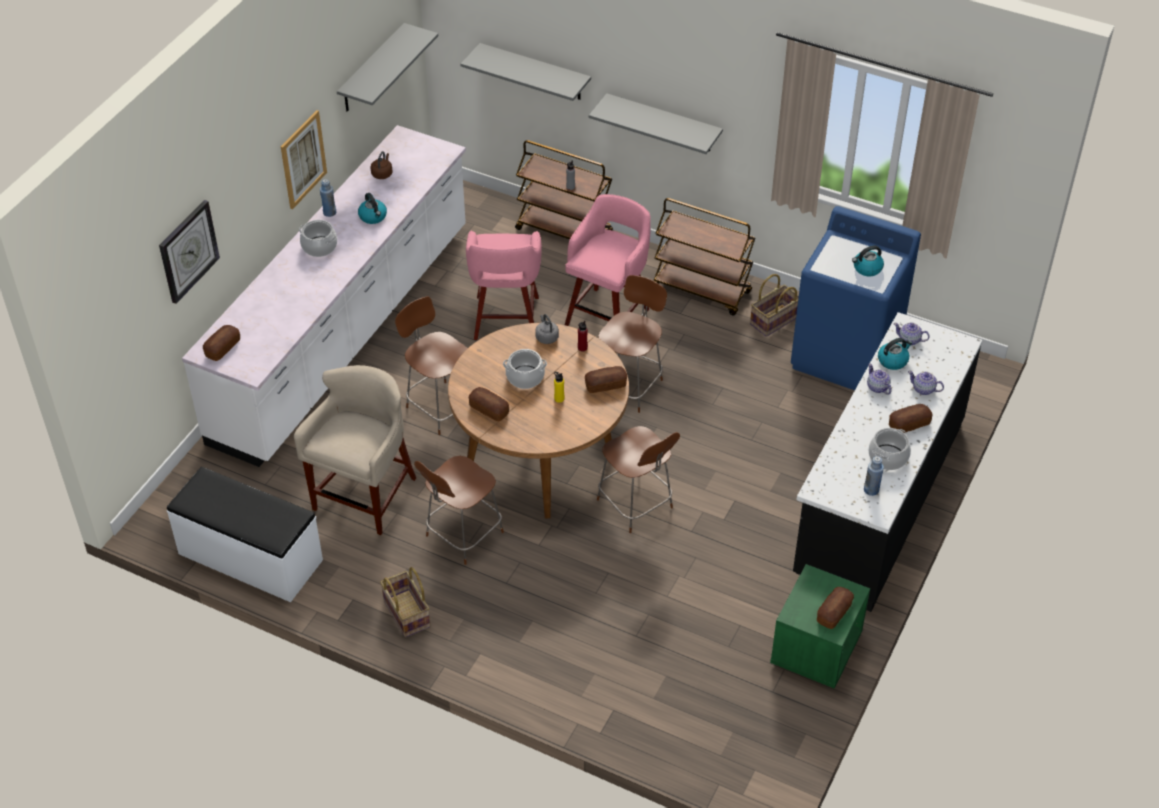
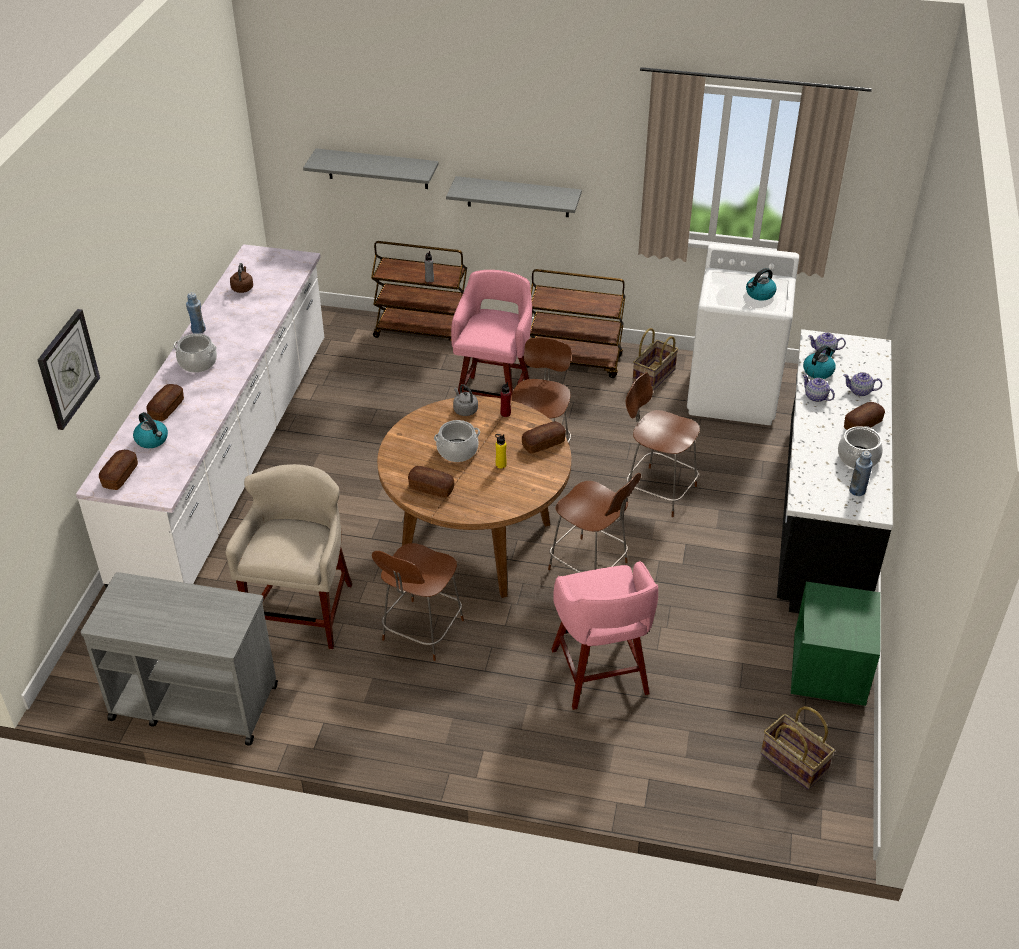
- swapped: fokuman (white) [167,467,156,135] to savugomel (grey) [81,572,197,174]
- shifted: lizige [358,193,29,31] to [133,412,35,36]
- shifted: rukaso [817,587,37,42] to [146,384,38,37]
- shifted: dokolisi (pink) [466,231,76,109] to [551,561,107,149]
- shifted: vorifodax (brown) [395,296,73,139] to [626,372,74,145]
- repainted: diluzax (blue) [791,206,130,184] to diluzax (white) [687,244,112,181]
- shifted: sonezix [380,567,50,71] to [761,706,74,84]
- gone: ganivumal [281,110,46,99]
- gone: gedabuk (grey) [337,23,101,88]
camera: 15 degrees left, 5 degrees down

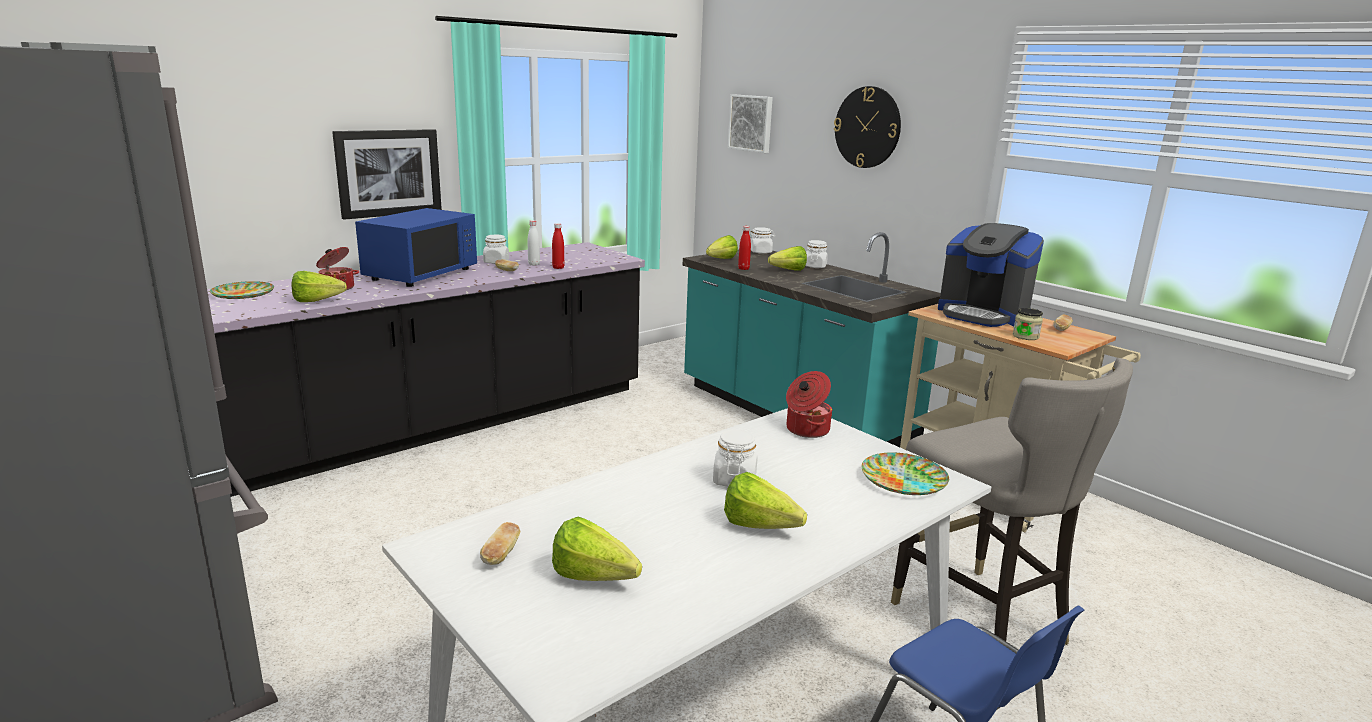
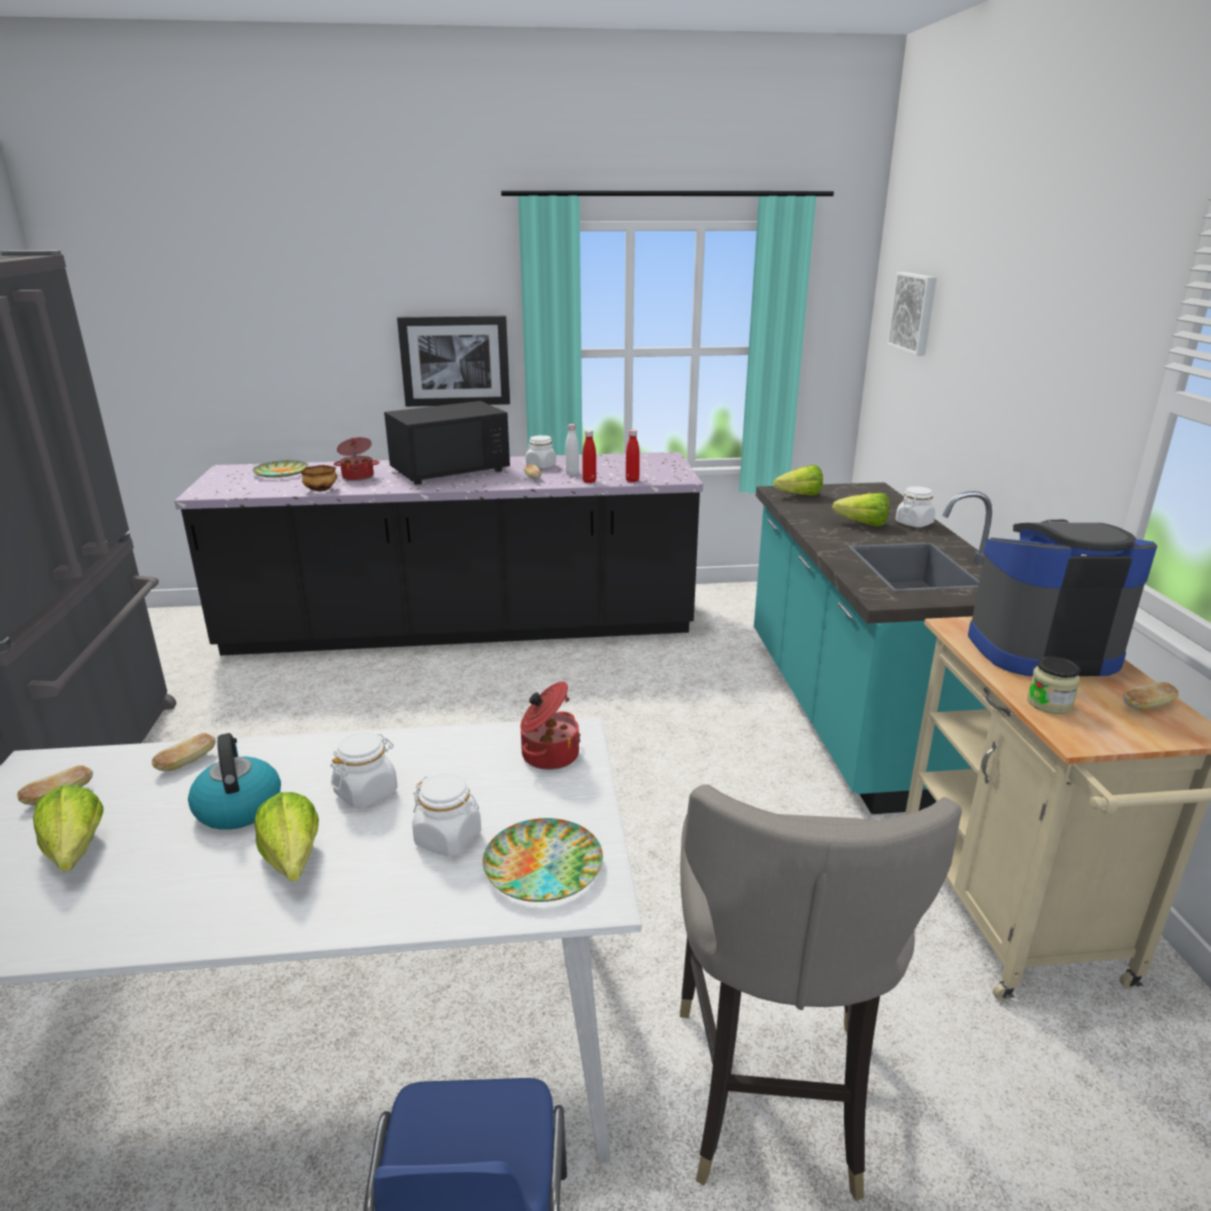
- new: rukaso [152,733,64,38]
- new: lizige [188,733,93,97]
- swapped: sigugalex [291,271,56,31] to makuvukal [301,465,37,27]
- repainted: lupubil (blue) [355,208,122,79] to lupubil (black) [384,401,126,84]
- shifted: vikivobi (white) [750,227,25,27] to [412,773,69,84]
- shifted: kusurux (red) [738,226,13,44] to [626,430,14,52]
- rotated: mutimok [938,223,106,104] = [968,520,189,156] 105 degrees clockwise
- gone: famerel [834,86,67,82]
camera: 35 degrees right, 5 degrees up

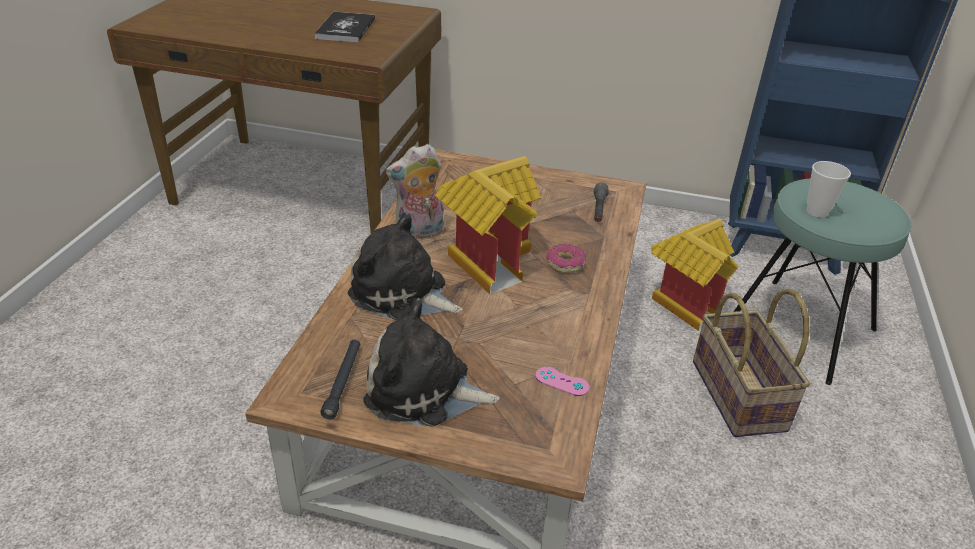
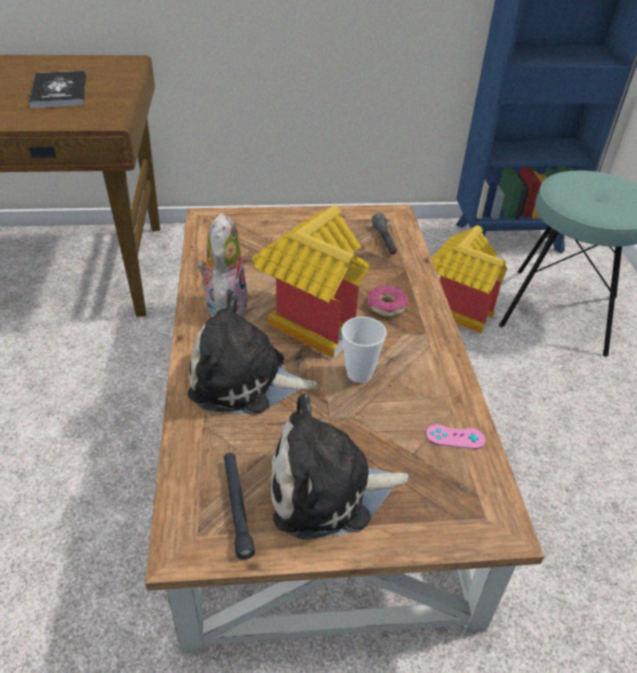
- rotated: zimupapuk [386,144,58,94] = [197,213,51,104] 135 degrees clockwise
- shifted: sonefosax [807,161,44,57] to [341,317,45,66]
- gone: sonezix [693,289,117,148]
camera: 20 degrees left, 5 degrees up

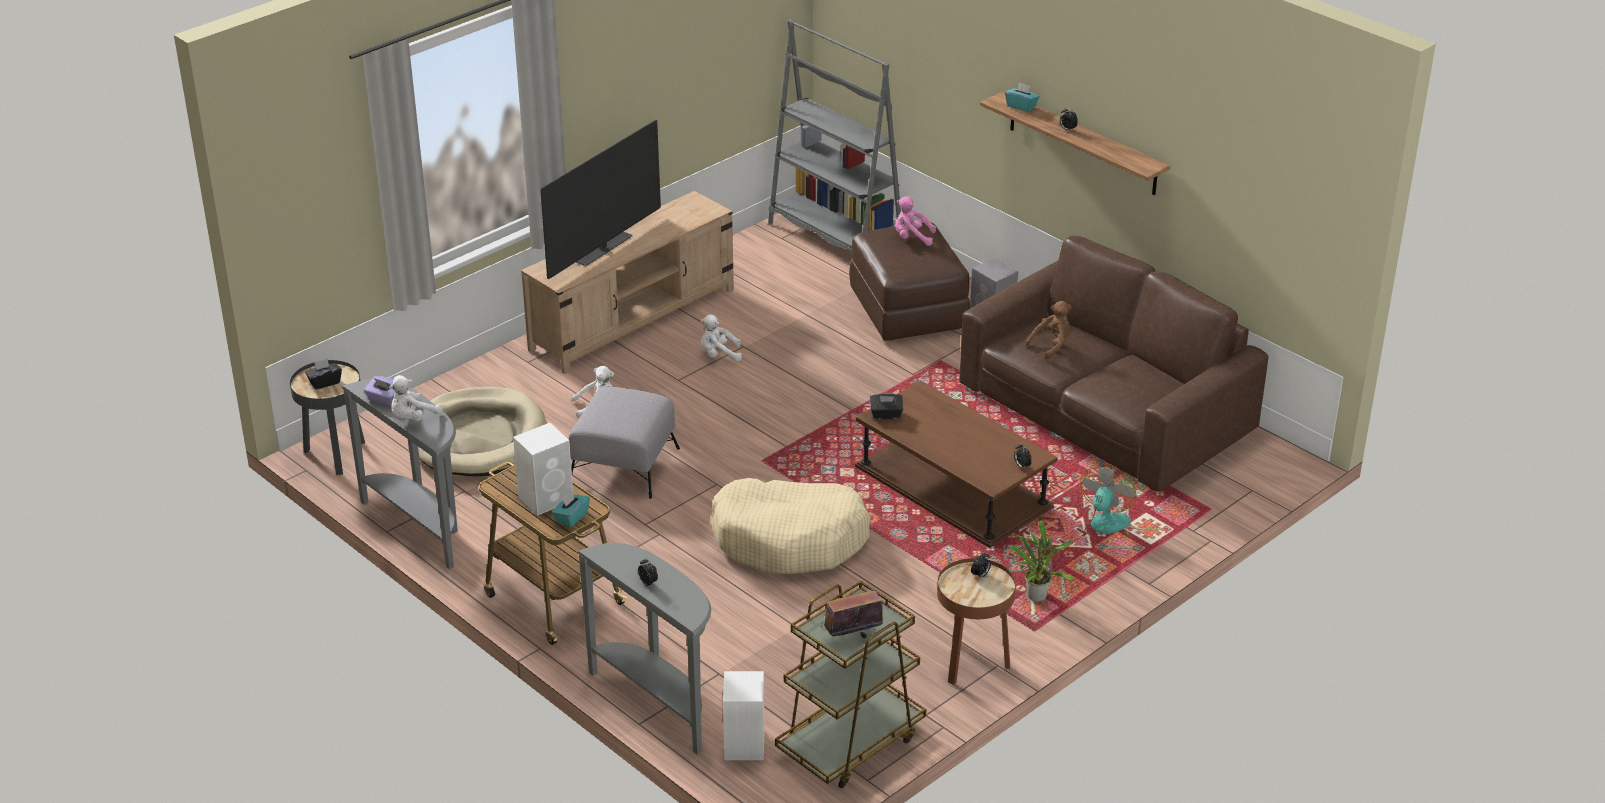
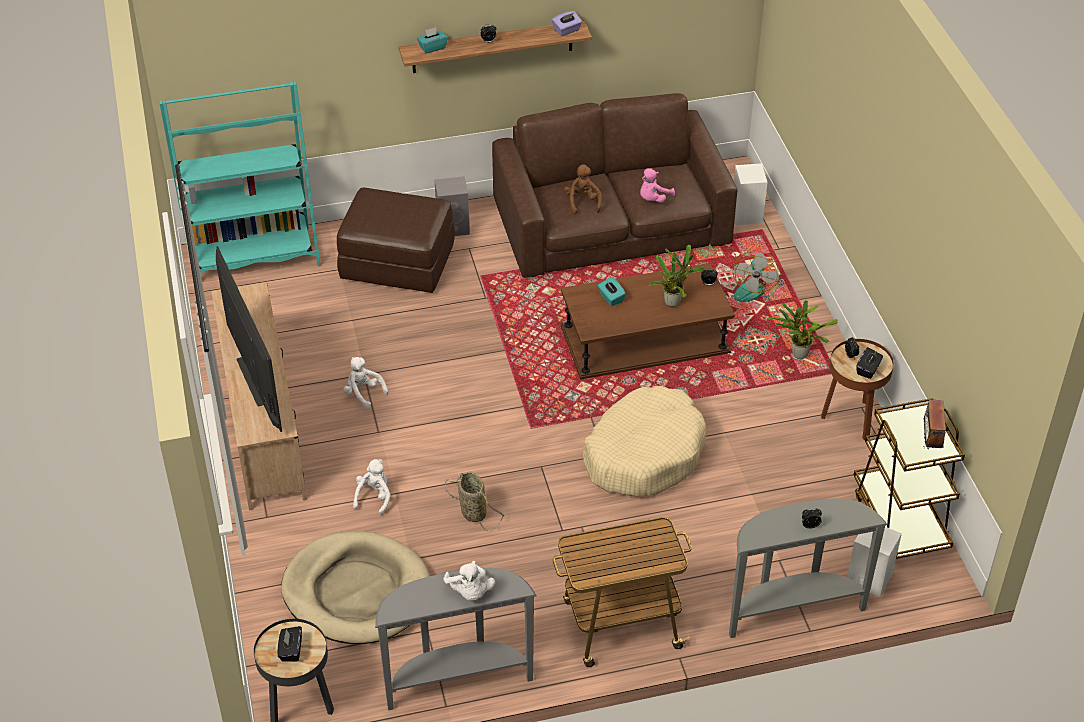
- repainted: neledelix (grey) [768,19,133,233] to neledelix (turquoise) [159,82,162,191]
- rotated: zimupapuk (white) [700,314,42,47] = [343,357,45,52] 105 degrees clockwise
- swapped: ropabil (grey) [569,387,111,112] to sonezix [444,472,61,59]
- shifted: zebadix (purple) [364,376,32,31] to [552,11,30,25]
- shifted: zebadix (turquoise) [552,491,38,37] to [598,277,28,29]
- shifted: zimupapuk (pink) [895,196,41,50] to [640,168,35,35]
- new: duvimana [649,245,56,62]
- rotated: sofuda [1080,465,56,83] = [731,251,50,51] 135 degrees counterclockwise
- shifted: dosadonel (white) [513,423,60,93] to [734,163,34,62]
- shifted: zebadix (black) [870,393,33,26] to [857,347,26,32]
camera: 60 degrees left, 10 degrees up

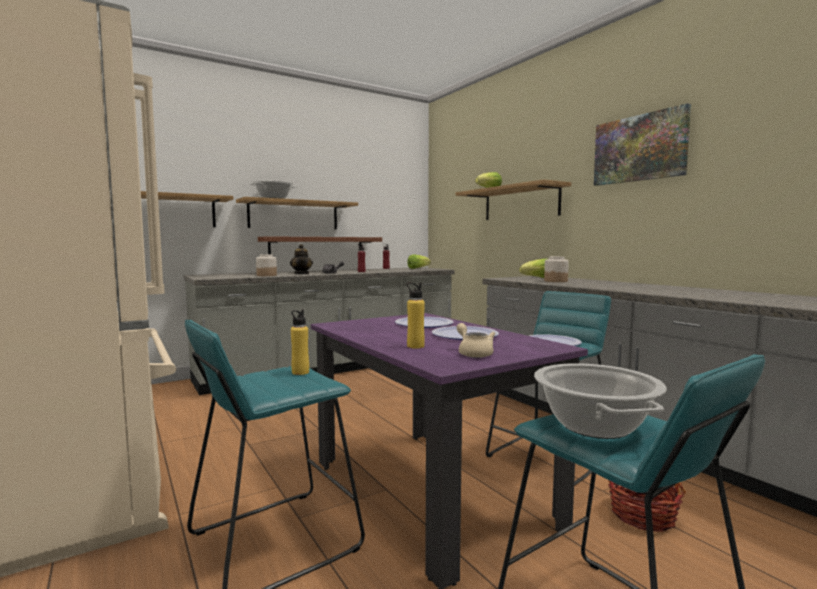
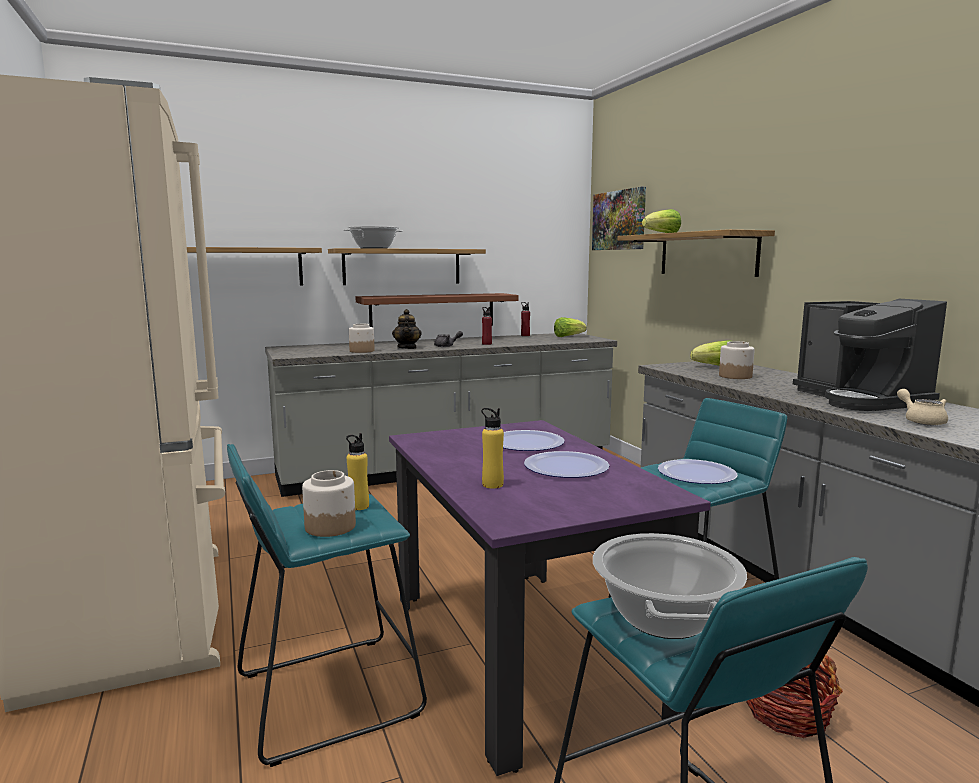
- new: vikivobi [302,470,54,67]
- shifted: ganivumal [594,103,97,83] to [592,187,54,63]
- new: mutimok [793,299,154,112]
- shifted: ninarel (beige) [457,323,38,35] to [897,389,51,36]
camera: 10 degrees right, 5 degrees up

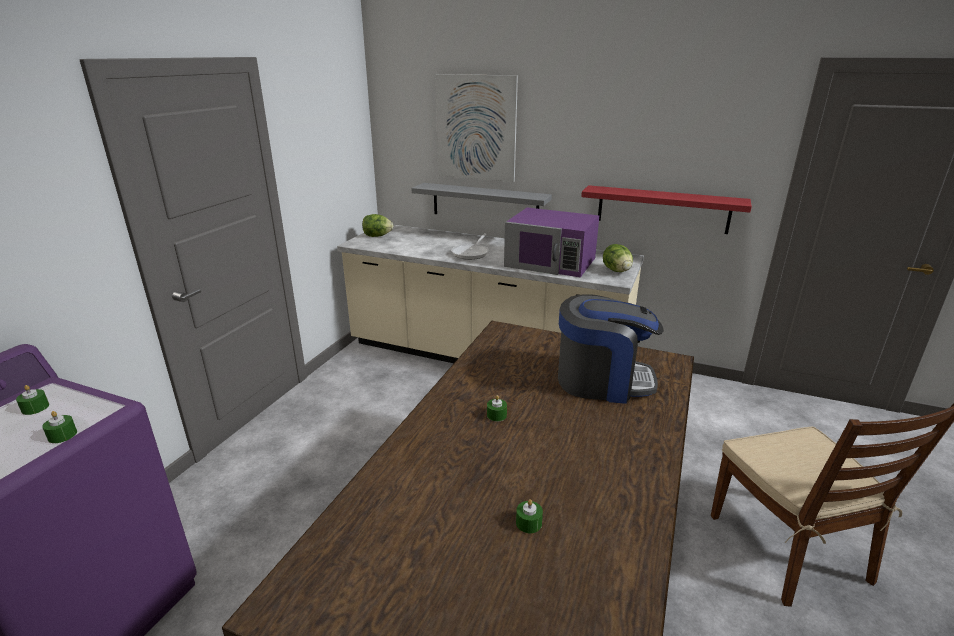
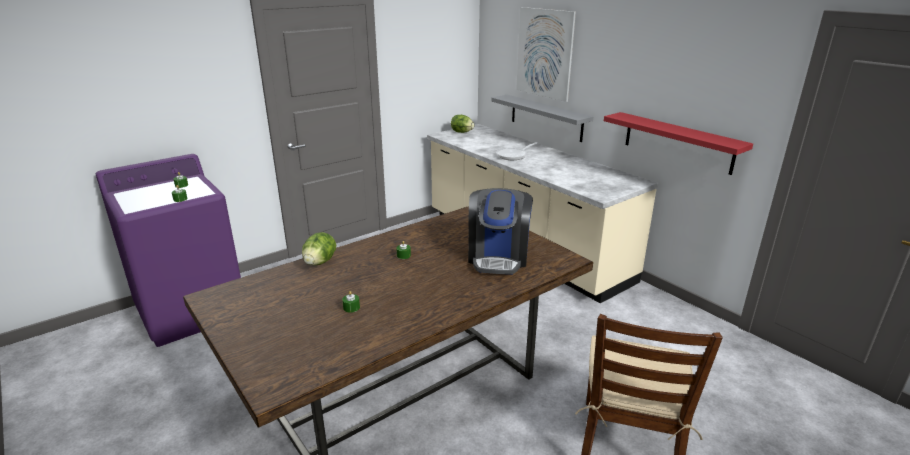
- shifted: sigugalex [603,244,30,28] to [302,232,34,33]
- rotated: mutimok [558,294,106,110] = [468,188,65,87] 60 degrees clockwise
- gone: lupubil (purple) [504,207,95,70]
camera: 30 degrees right, 0 degrees up

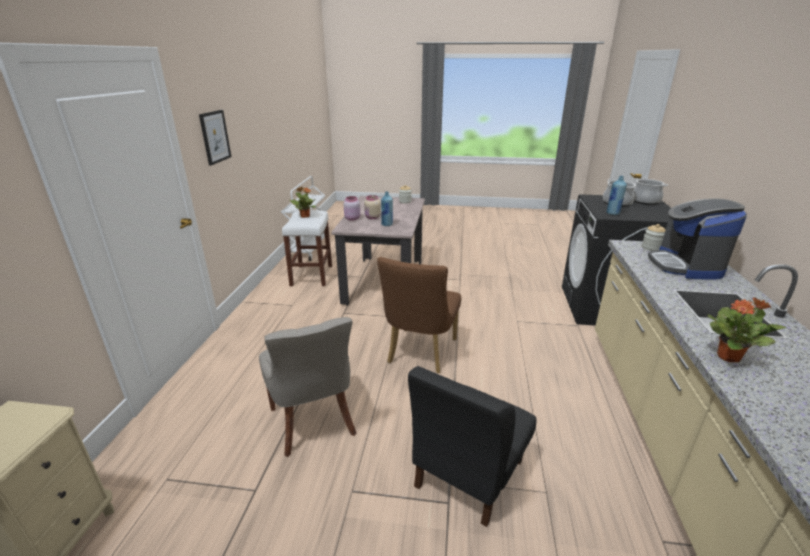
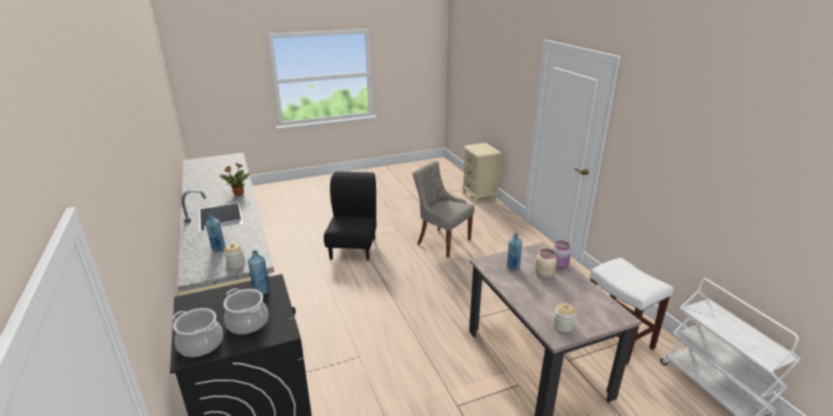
- swapped: mutimok [648,198,99,81] to kusurux (blue) [205,214,21,38]
- gone: ganivumal [199,110,32,55]
- gone: duvimana [289,187,27,31]
- gone: vorifodax (brown) [377,257,84,116]
camera: 150 degrees right, 0 degrees up

